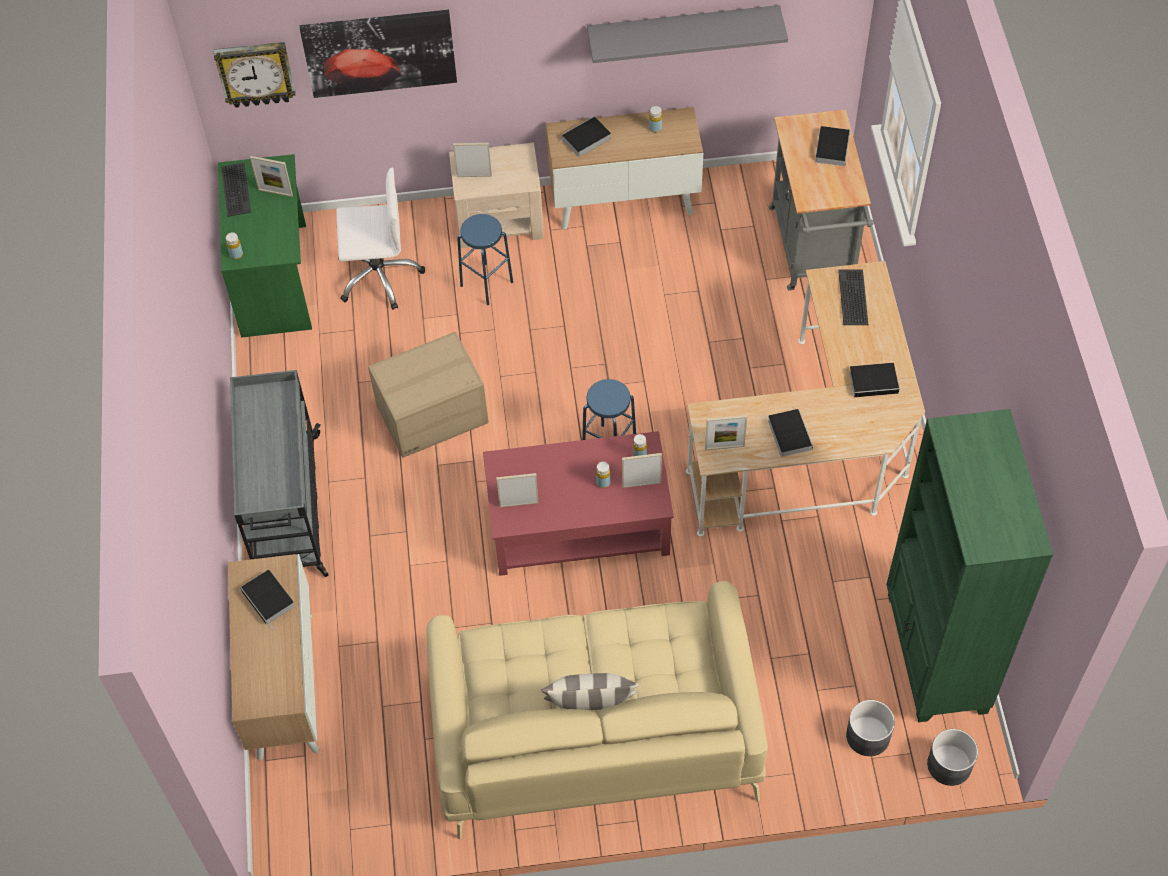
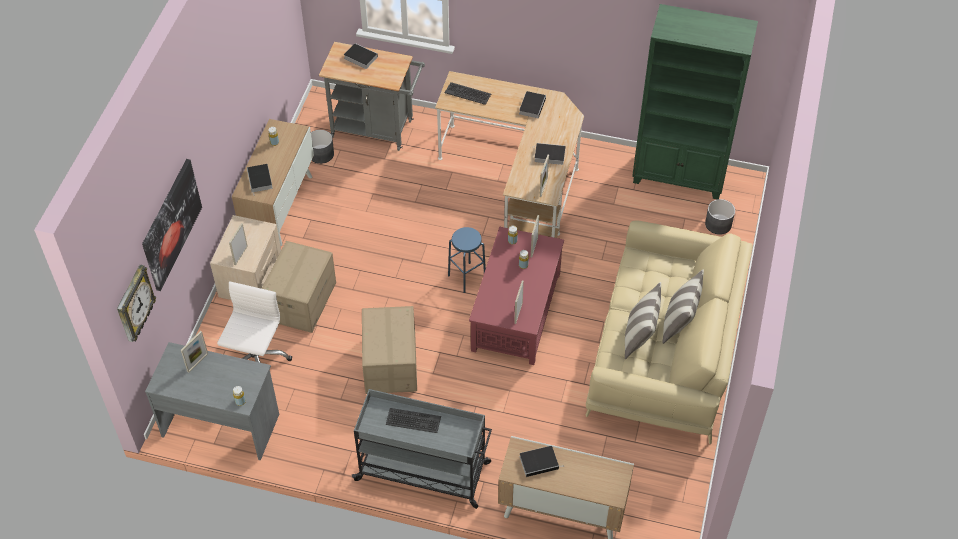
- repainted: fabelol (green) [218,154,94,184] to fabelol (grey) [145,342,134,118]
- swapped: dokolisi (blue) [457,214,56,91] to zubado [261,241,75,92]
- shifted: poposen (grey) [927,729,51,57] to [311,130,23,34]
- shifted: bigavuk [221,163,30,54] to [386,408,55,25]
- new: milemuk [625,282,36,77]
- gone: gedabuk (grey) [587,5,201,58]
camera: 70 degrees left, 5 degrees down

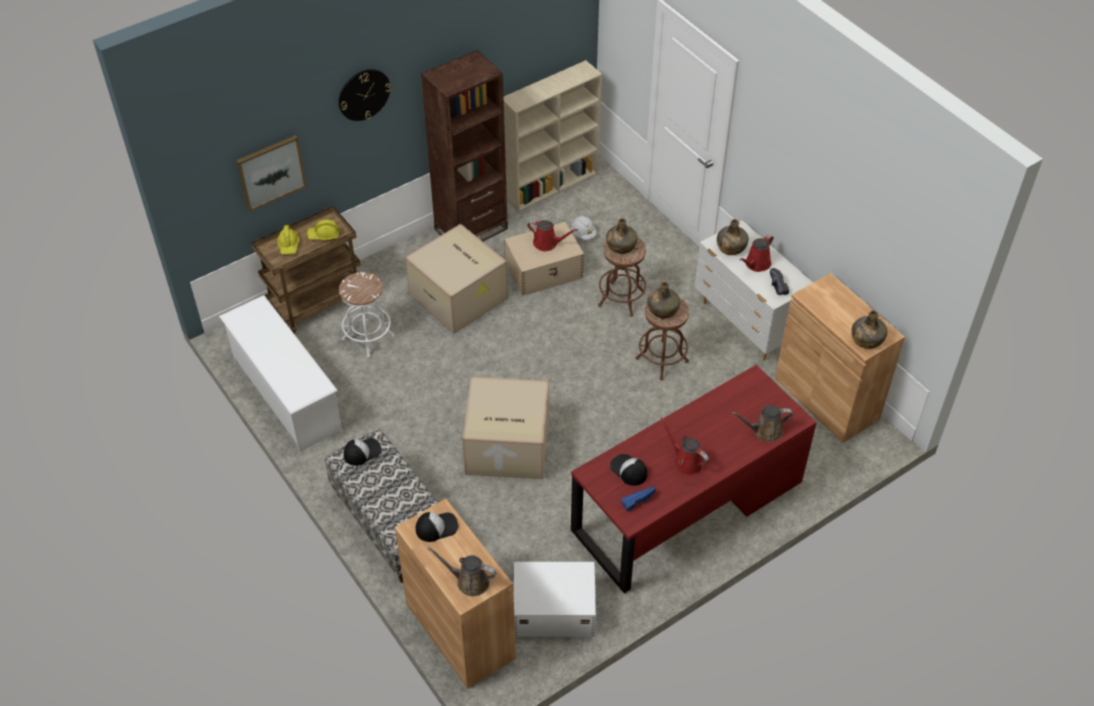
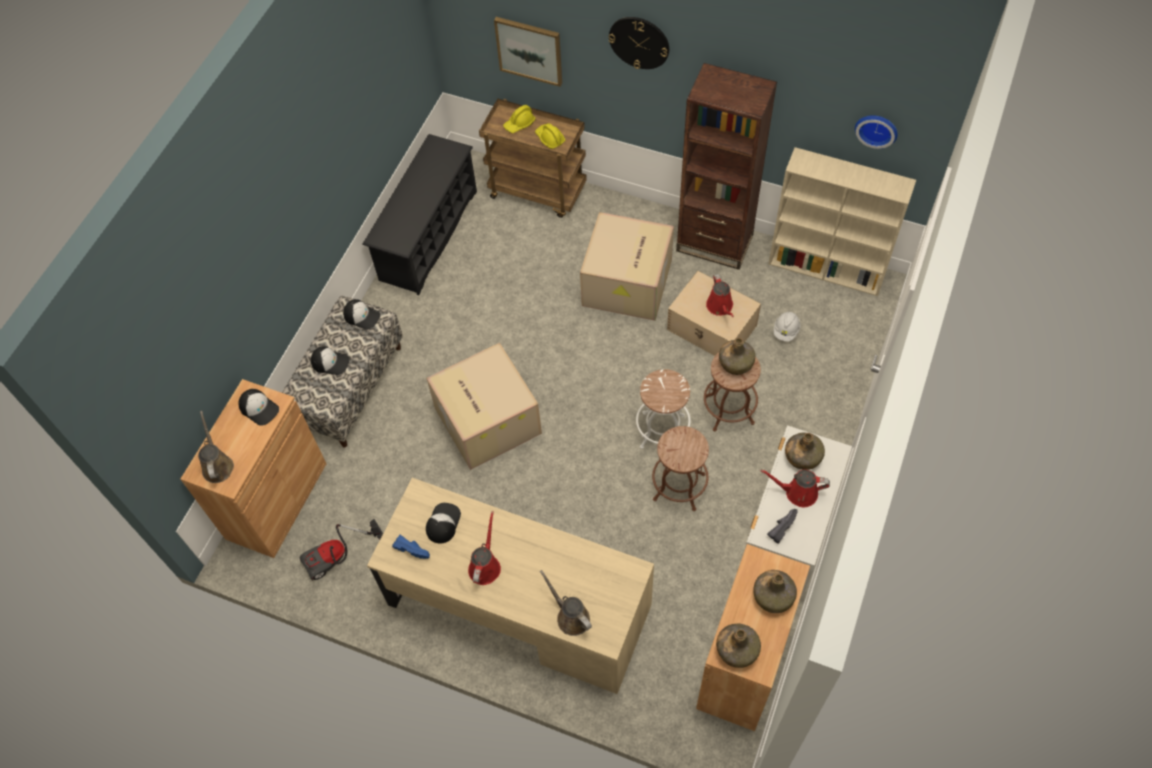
- swapped: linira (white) [513,562,83,75] to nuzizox [300,519,83,61]
- new: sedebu [311,346,39,29]
- repainted: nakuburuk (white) [219,295,124,157] to nakuburuk (black) [362,134,115,161]
- repainted: fabelol (red) [571,365,246,228] to fabelol (beige) [367,478,287,216]
- shifted: dokolisi (white) [339,272,56,86] to [636,369,55,80]
- shifted: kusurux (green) [647,282,33,36] to [753,570,44,43]
- new: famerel [855,115,43,34]
camera: 60 degrees right, 10 degrees up

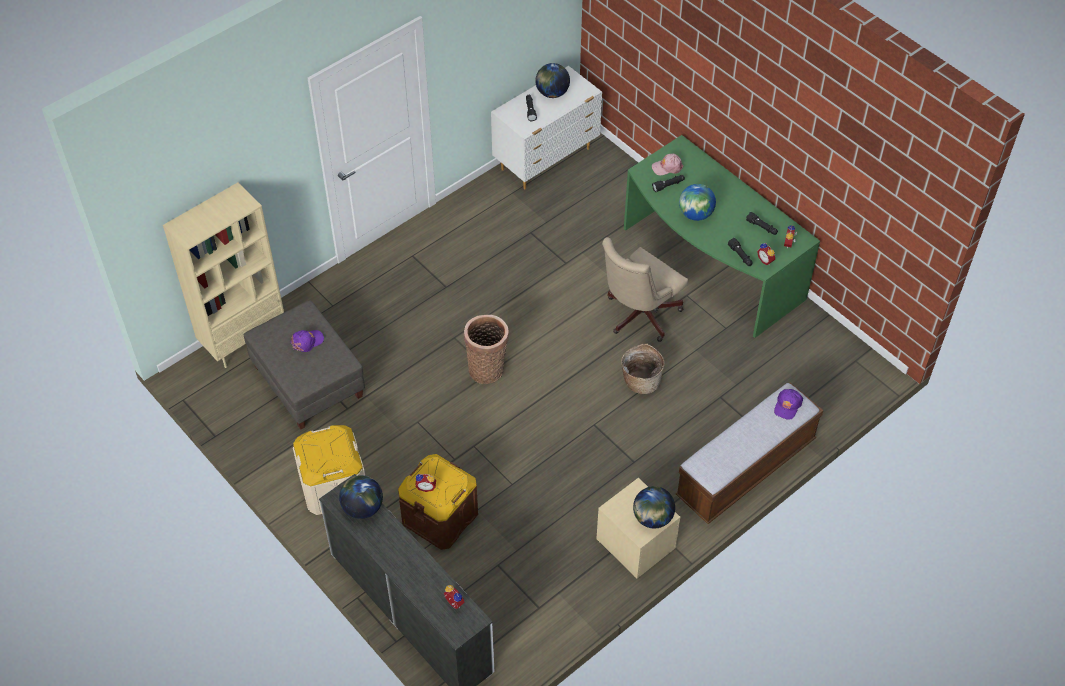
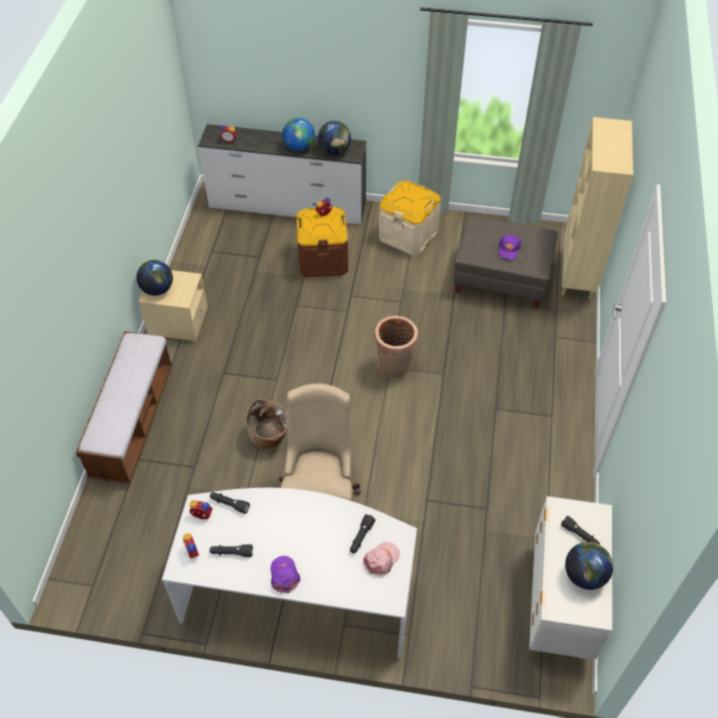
- repainted: fabelol (green) [624,135,196,203] to fabelol (white) [162,488,255,170]
- shifted: sedebu (purple) [774,389,29,31] to [271,556,30,37]
- shifted: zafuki [679,184,37,37] to [282,117,33,34]
camera: 140 degrees right, 0 degrees up

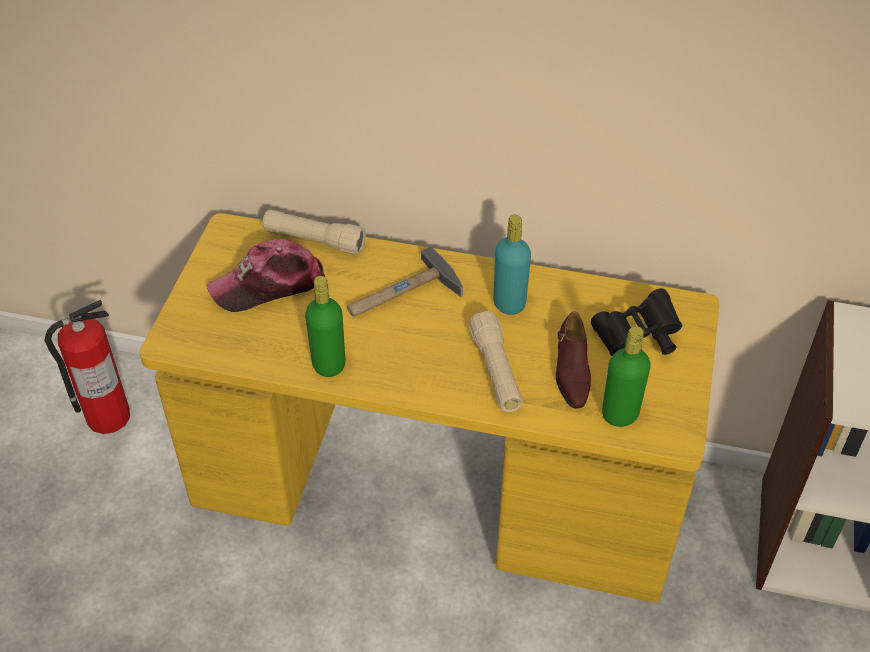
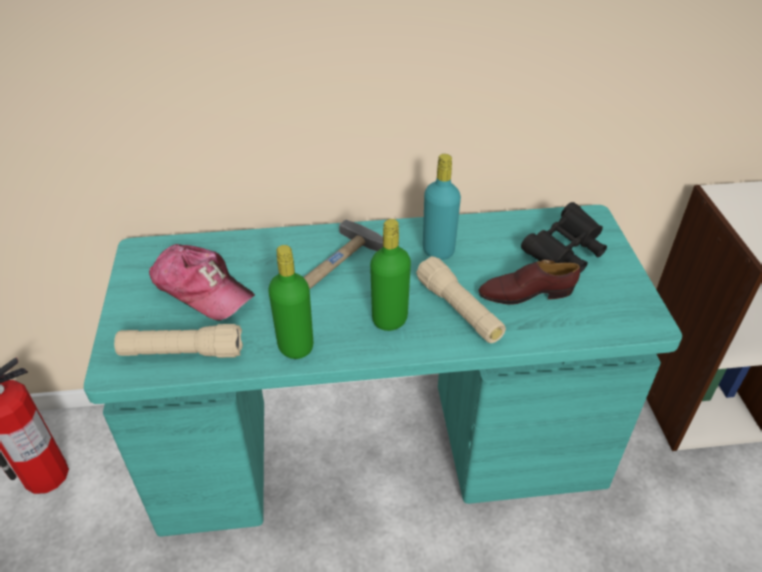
- repainted: fabelol (yellow) [139,213,580,390] to fabelol (turquoise) [84,205,598,331]
- shifted: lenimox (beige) [262,210,105,45] to [114,324,129,34]
- rotated: sedebu [207,239,118,73] = [149,244,106,77] 105 degrees counterclockwise
- shifted: kusurux (green) [602,326,49,101] to [370,219,41,112]
- rotated: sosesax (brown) [556,311,35,98] = [478,260,102,45] 105 degrees clockwise
camera: 20 degrees left, 5 degrees down

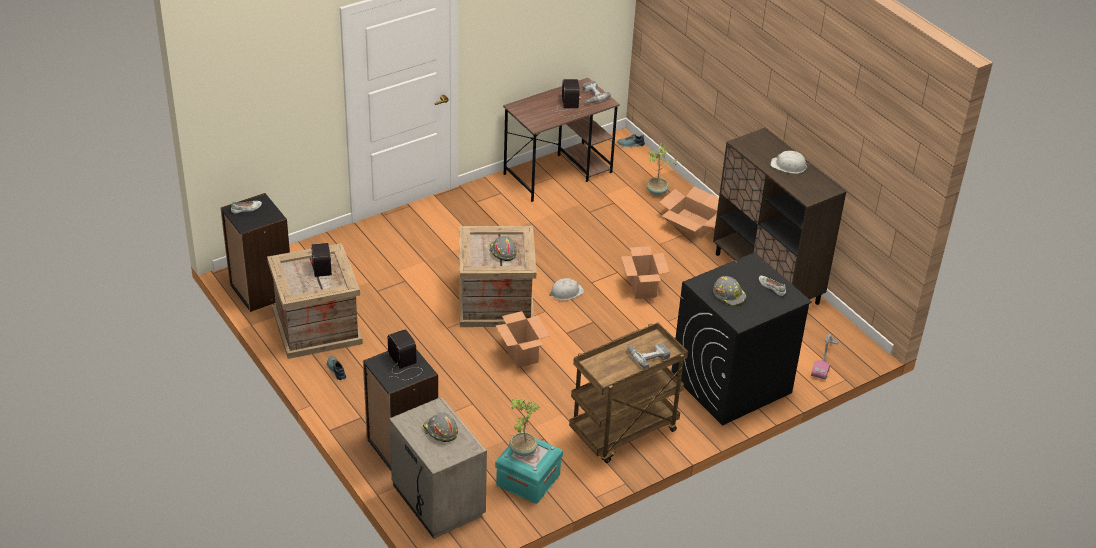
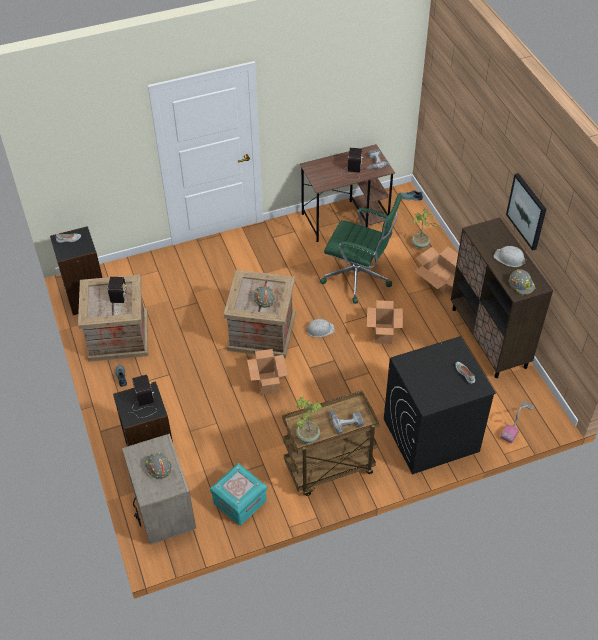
- shifted: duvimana [508,398,32,58] to [296,397,27,46]
- new: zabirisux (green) [320,193,82,111]
- new: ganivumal [506,173,40,78]
- shifted: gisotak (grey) [713,276,33,30] to [509,269,26,26]
camera: 15 degrees right, 10 degrees up

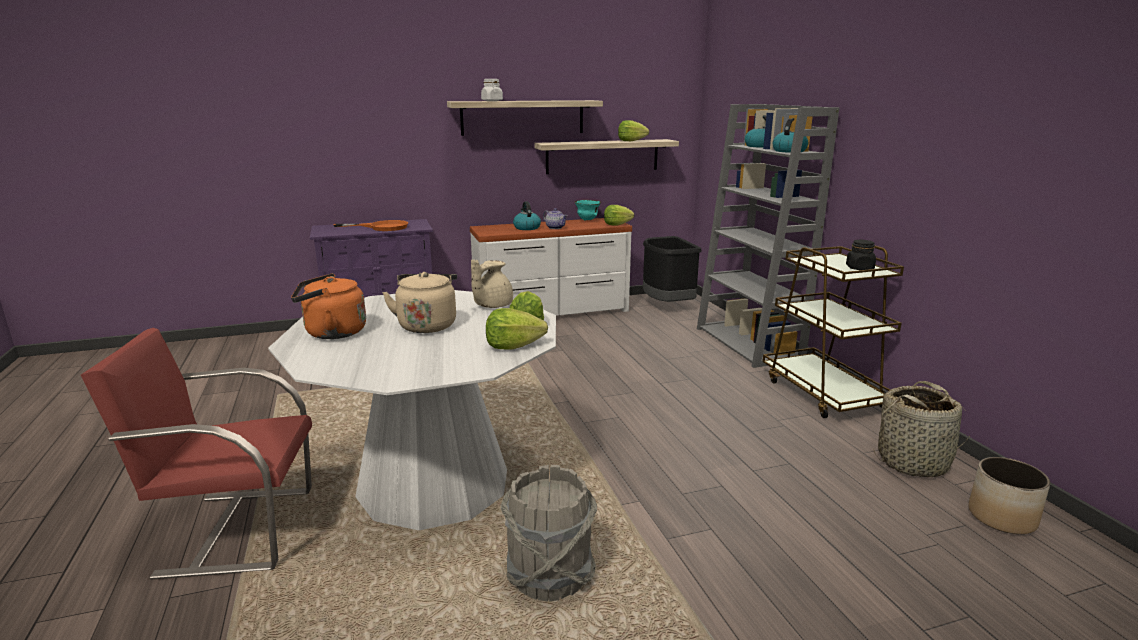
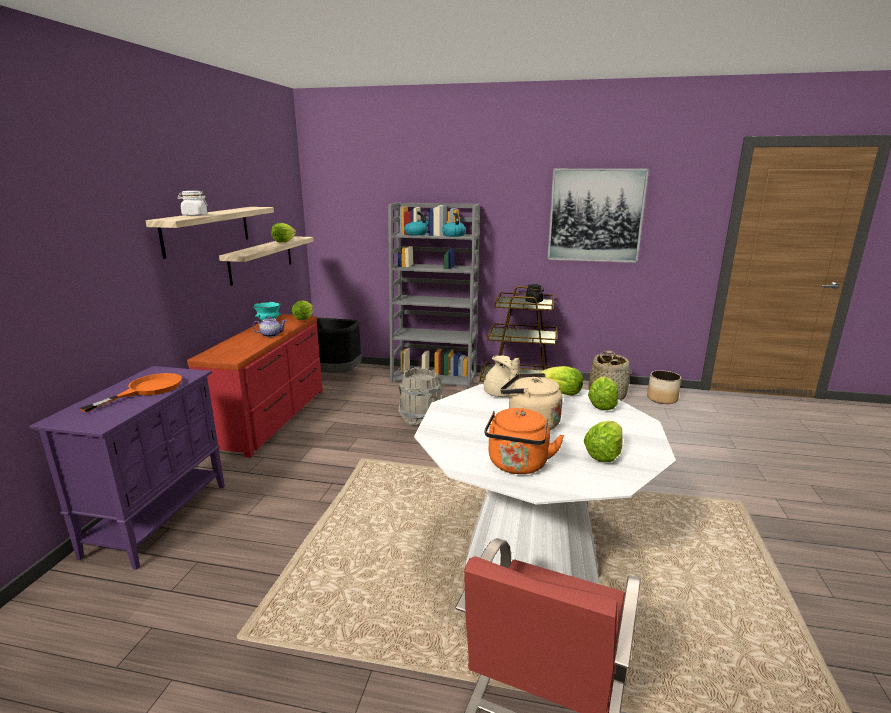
- repainted: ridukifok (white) [470,218,162,98] to ridukifok (red) [187,314,135,144]
- shifted: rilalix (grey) [500,465,97,137] to [398,367,45,59]
- new: ganivumal [547,168,102,95]
- new: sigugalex [584,421,39,41]
- gone: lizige [513,202,28,28]
camera: 60 degrees left, 0 degrees up

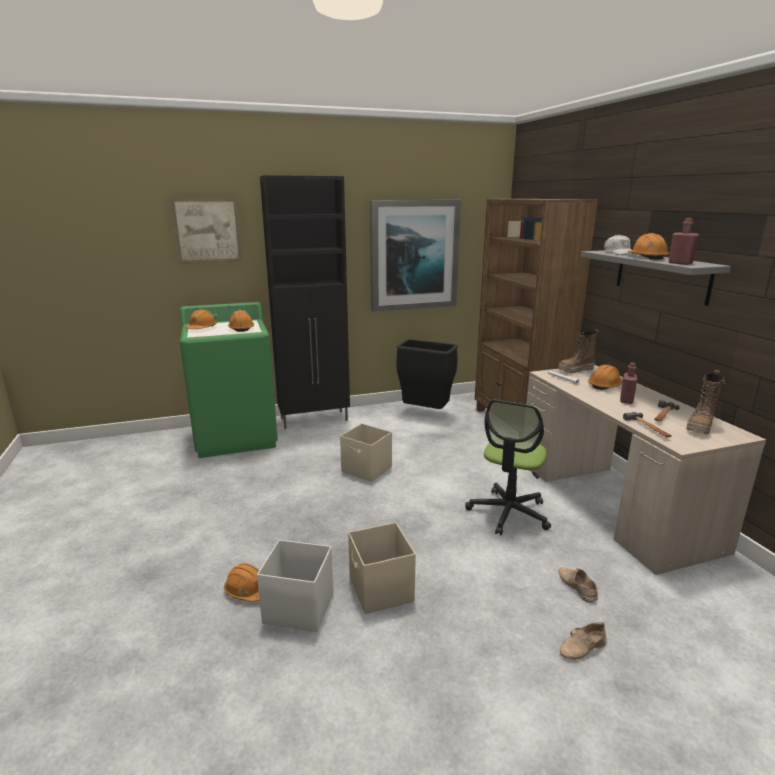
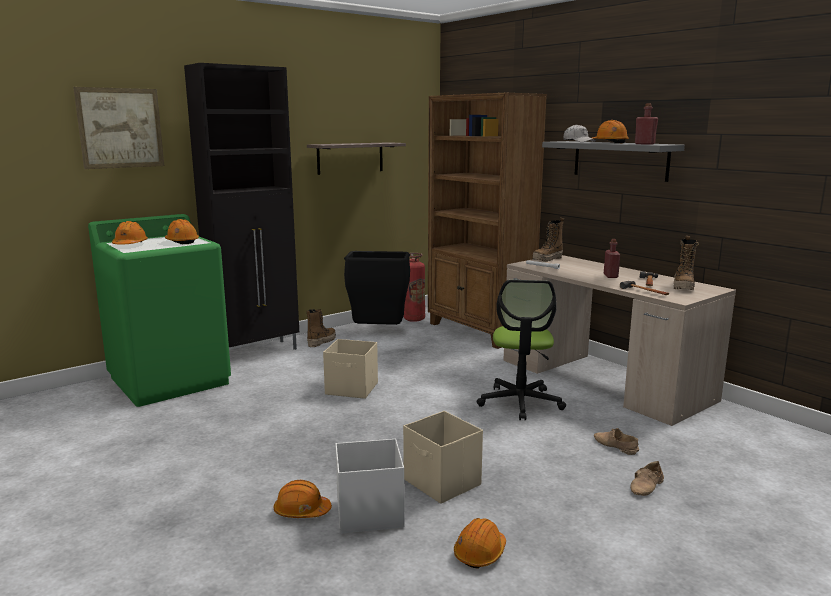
- new: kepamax [306,309,30,38]
- swapped: ganivumal [370,200,91,112] to gedabuk [307,142,99,33]
- new: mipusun [404,253,21,69]
- shifted: gisotak (orange) [588,365,35,25] to [454,518,52,51]
camera: 20 degrees left, 5 degrees down

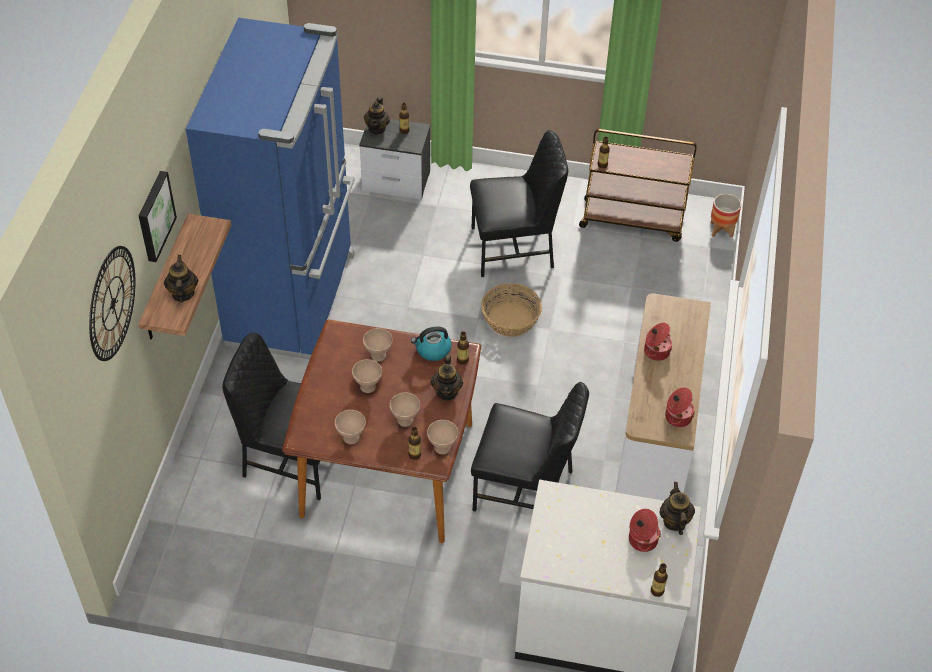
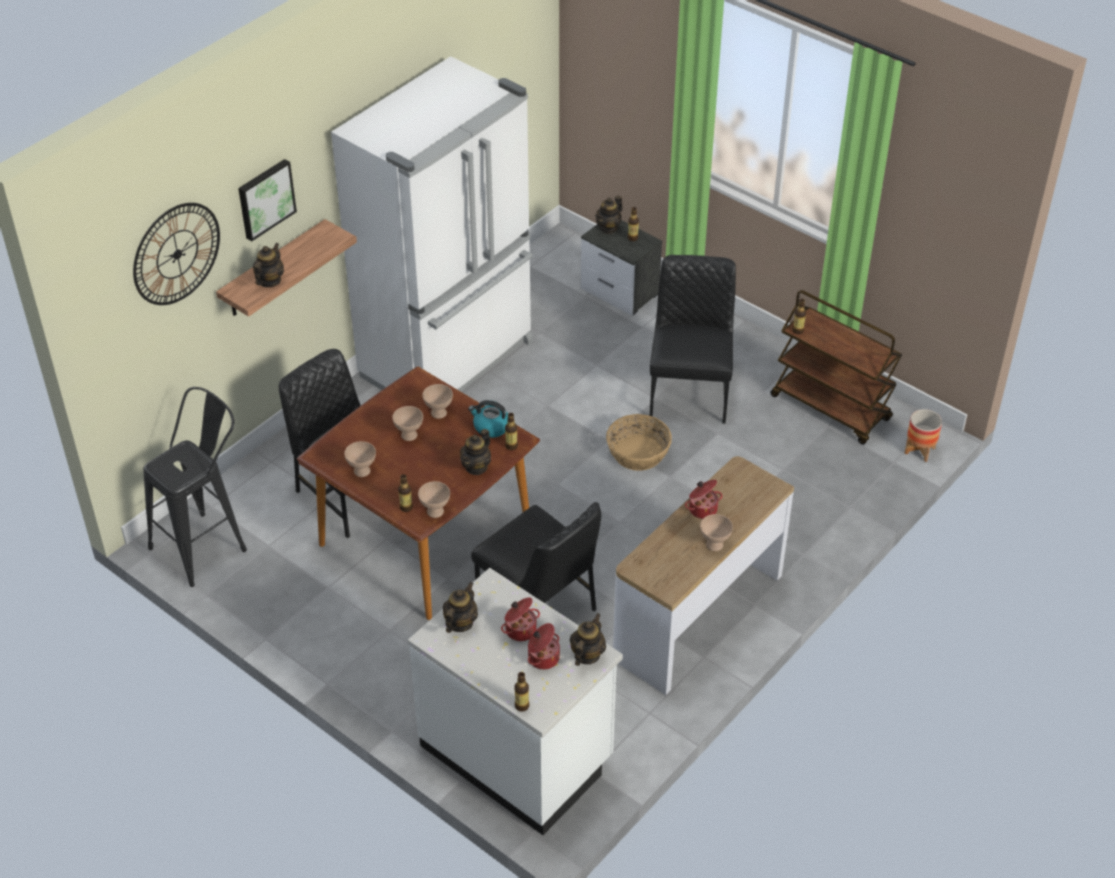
- new: dokolisi (black) [143,387,104,200]
- repainted: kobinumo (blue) [186,18,169,342] to kobinumo (white) [331,56,202,336]
- new: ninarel [443,582,35,51]
- shifted: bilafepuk [665,387,30,40] to [501,597,39,44]
- rotated: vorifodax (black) [470,130,98,147] = [650,255,86,169] 105 degrees counterclockwise
- shifted: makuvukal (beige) [390,392,30,35] to [700,514,33,37]
camera: 30 degrees right, 5 degrees down

